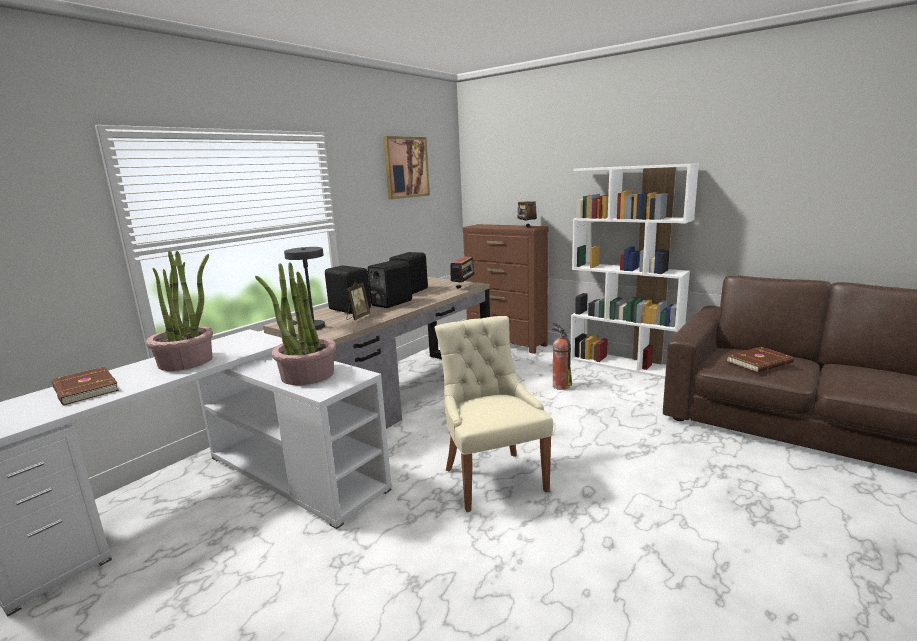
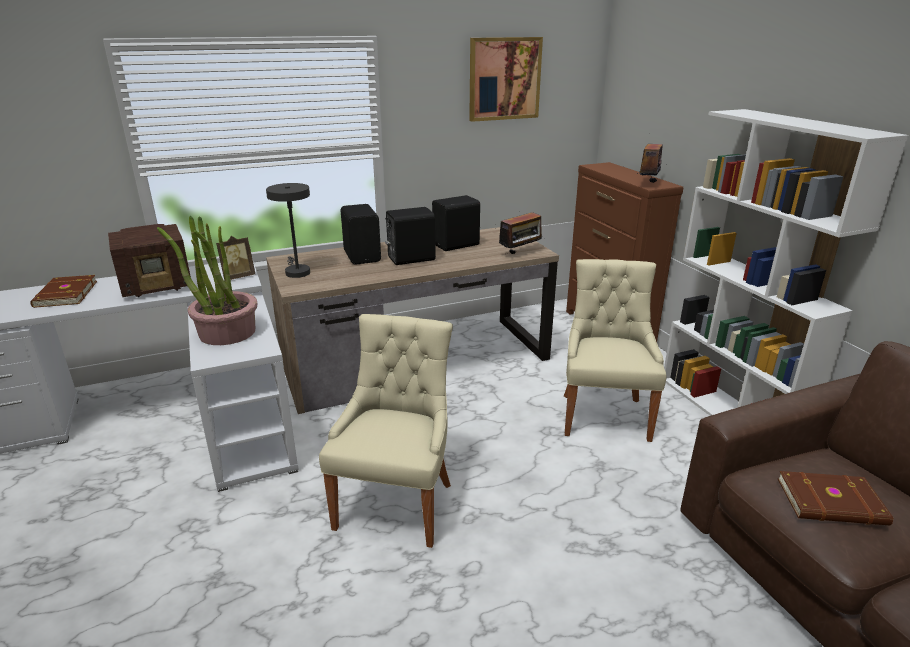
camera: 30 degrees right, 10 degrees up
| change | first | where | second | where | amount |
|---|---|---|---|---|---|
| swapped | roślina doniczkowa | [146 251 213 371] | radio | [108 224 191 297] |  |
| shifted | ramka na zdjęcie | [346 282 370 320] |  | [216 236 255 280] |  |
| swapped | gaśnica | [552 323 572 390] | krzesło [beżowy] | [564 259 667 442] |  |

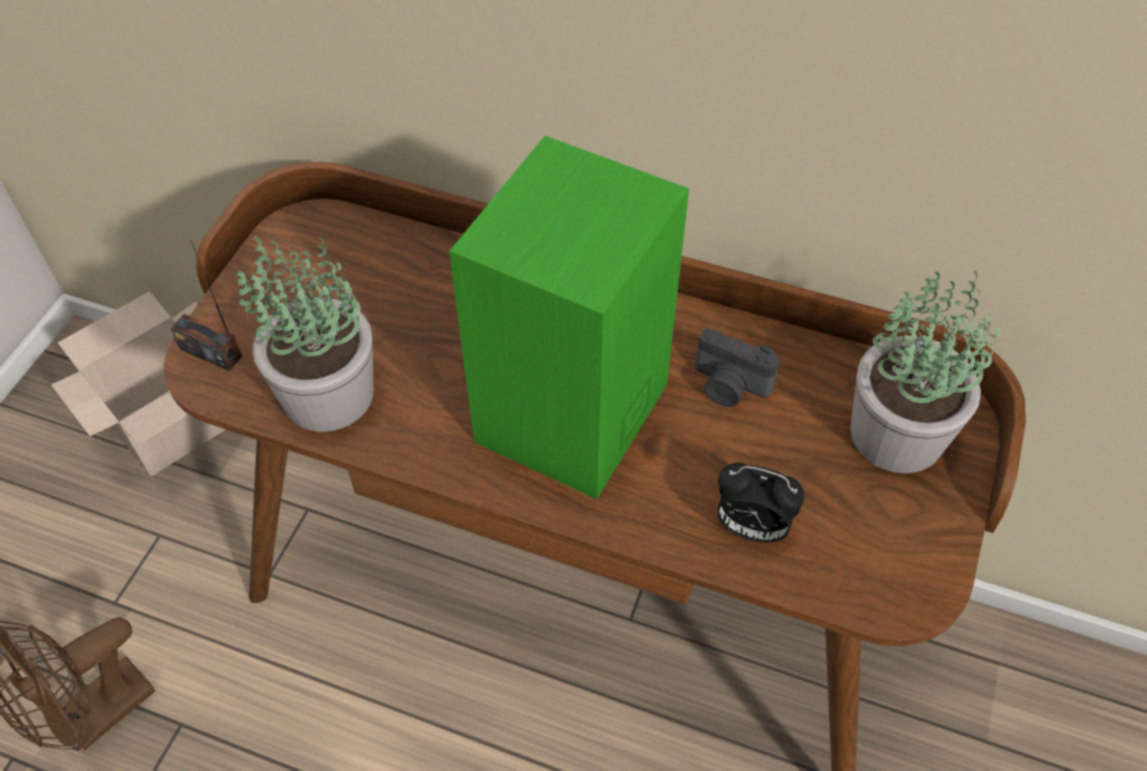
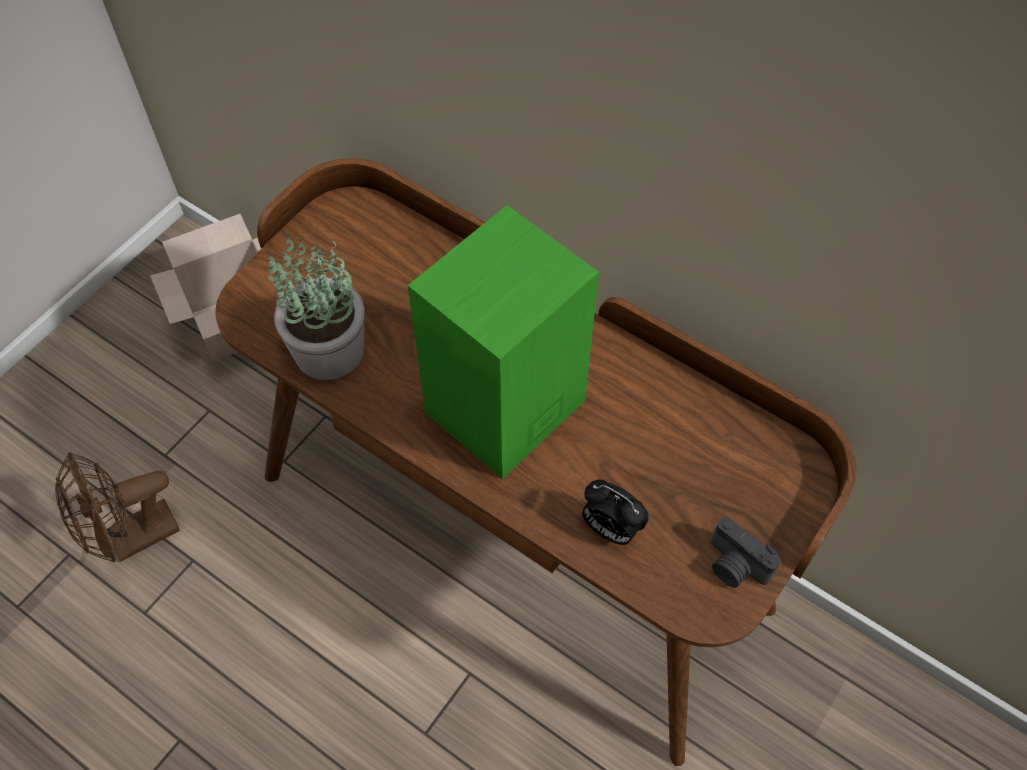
camera: 15 degrees right, 5 degrees up
| change | first | where | second | where | amount |
|---|---|---|---|---|---|
| gone | radio | [171 241 242 371] |  |  |  |
| shifted | aparat fotograficzny | [696 328 780 407] |  | [711 516 781 588] |  |
| gone | roślina doniczkowa | [850 271 1000 473] |  |  |  |

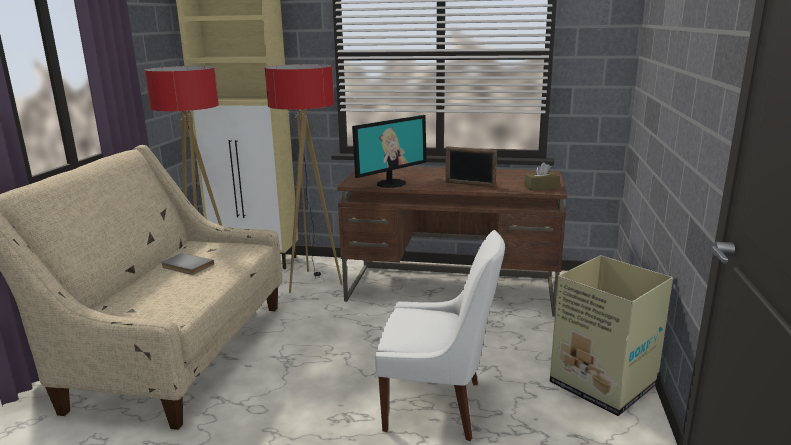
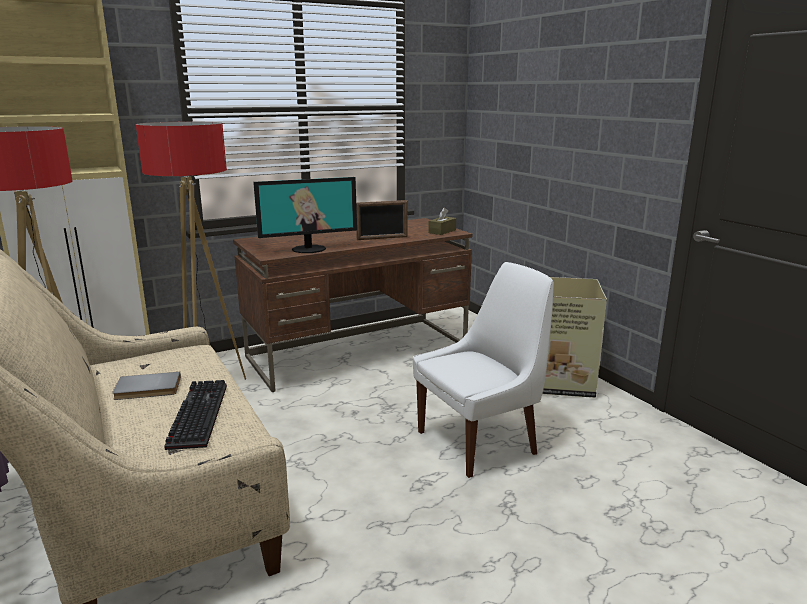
camera: 40 degrees left, 0 degrees up
| change | first | where | second | where | amount |
|---|---|---|---|---|---|
| rotated | monitor | [352 115 427 188] |  | [253 177 357 253] | 60 degrees clockwise |
| new |  |  | klawiatura | [164 380 227 450] |  |

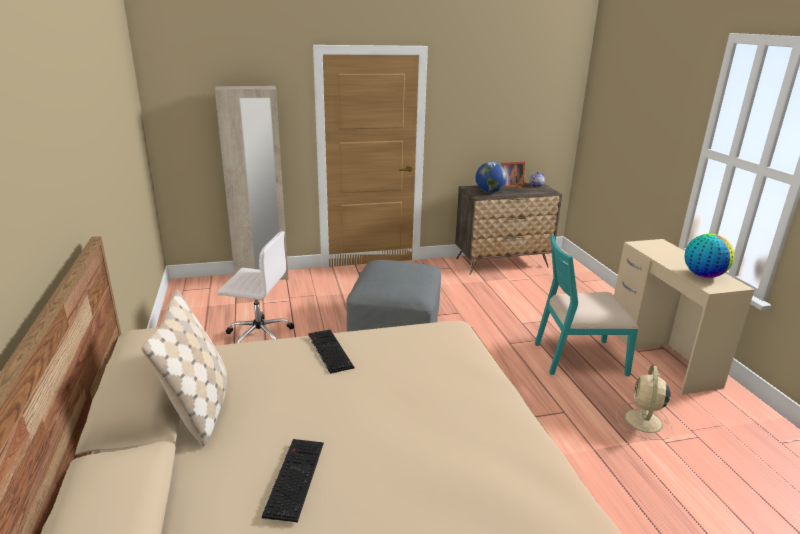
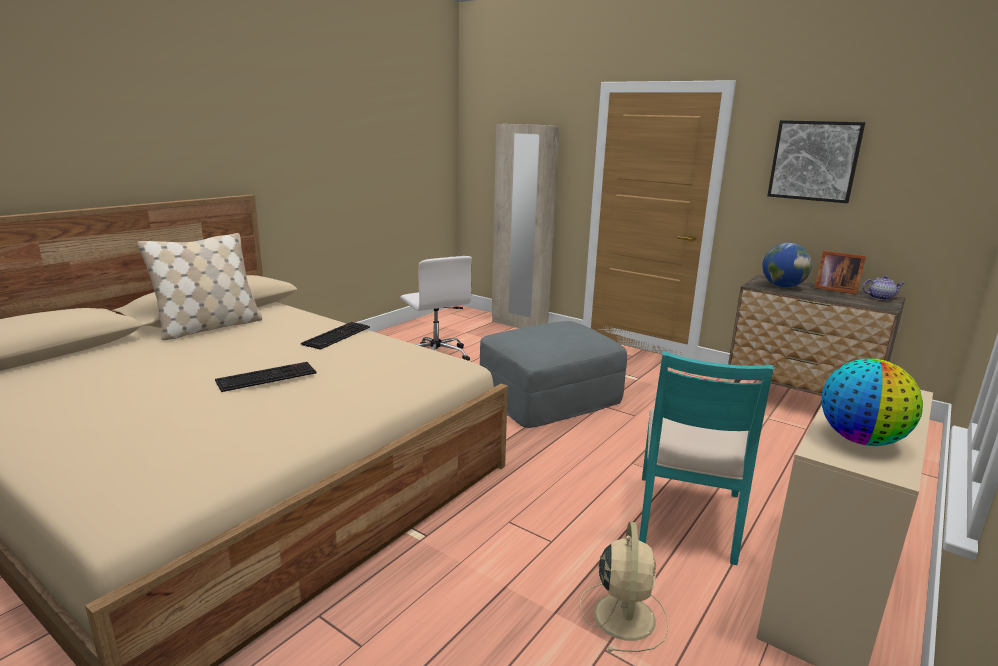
camera: 50 degrees right, 5 degrees down
| change | first | where | second | where | amount |
|---|---|---|---|---|---|
| shifted | klawiatura | [262 439 324 522] |  | [215 362 316 392] |  |
| rotated | krzesło [turkusowy] | [535 234 639 376] |  | [639 352 773 565] | 120 degrees counterclockwise |
| rotated | wentylator [beżowy] | [616 365 673 440] |  | [580 522 669 652] | 120 degrees clockwise |
| new |  |  | obraz | [767 120 865 203] |  |

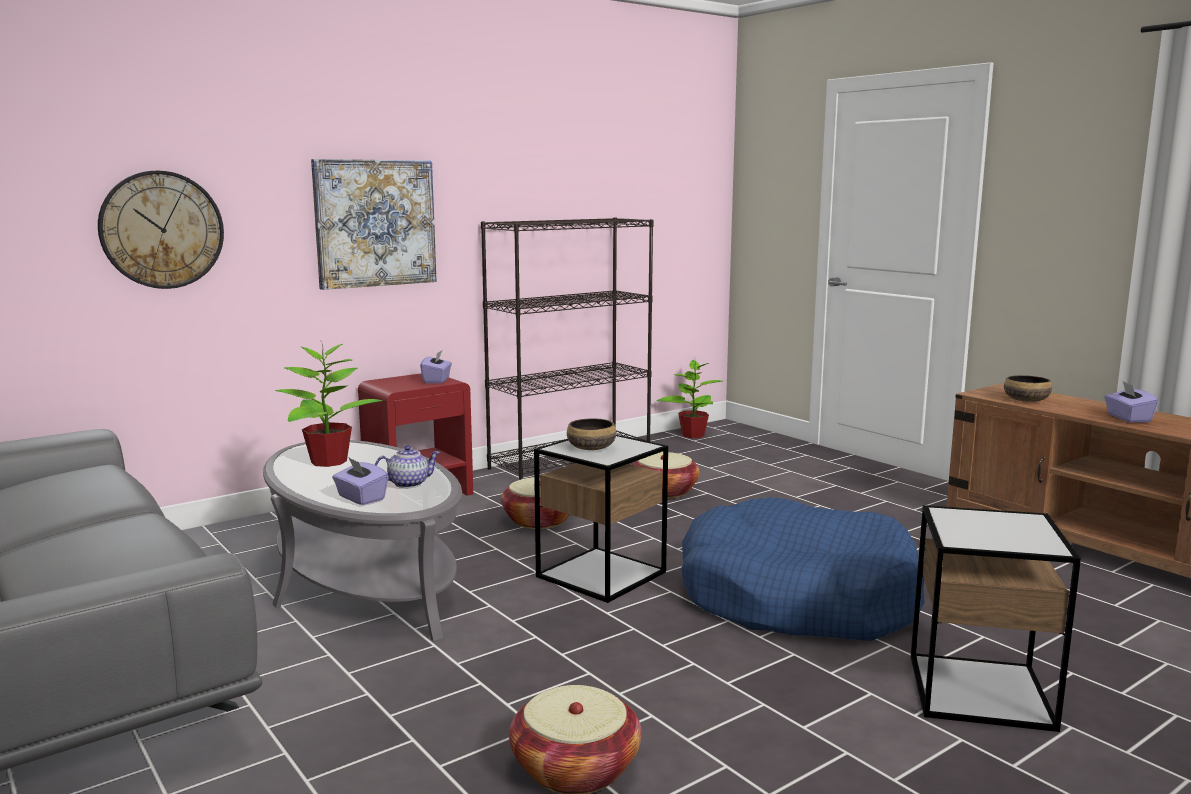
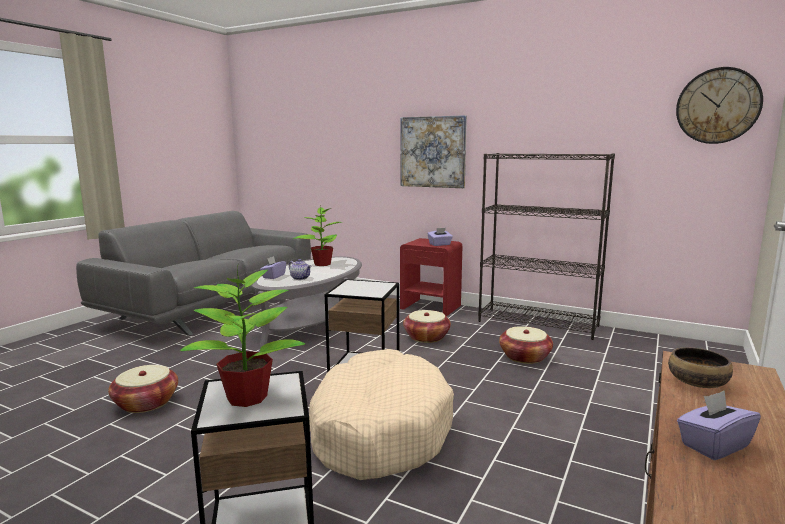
camera: 65 degrees right, 0 degrees up
| change | first | where | second | where | amount |
|---|---|---|---|---|---|
| shifted | zegar ścienny | [98 171 224 289] |  | [676 67 763 144] |  |
| gone | miska | [567 418 616 450] |  |  |  |
| shifted | roślina doniczkowa | [657 360 723 438] |  | [180 266 305 407] |  |
| repainted | legowisko [niebieski] | [681 497 924 641] | legowisko [beżowy] | [309 349 454 480] |  |

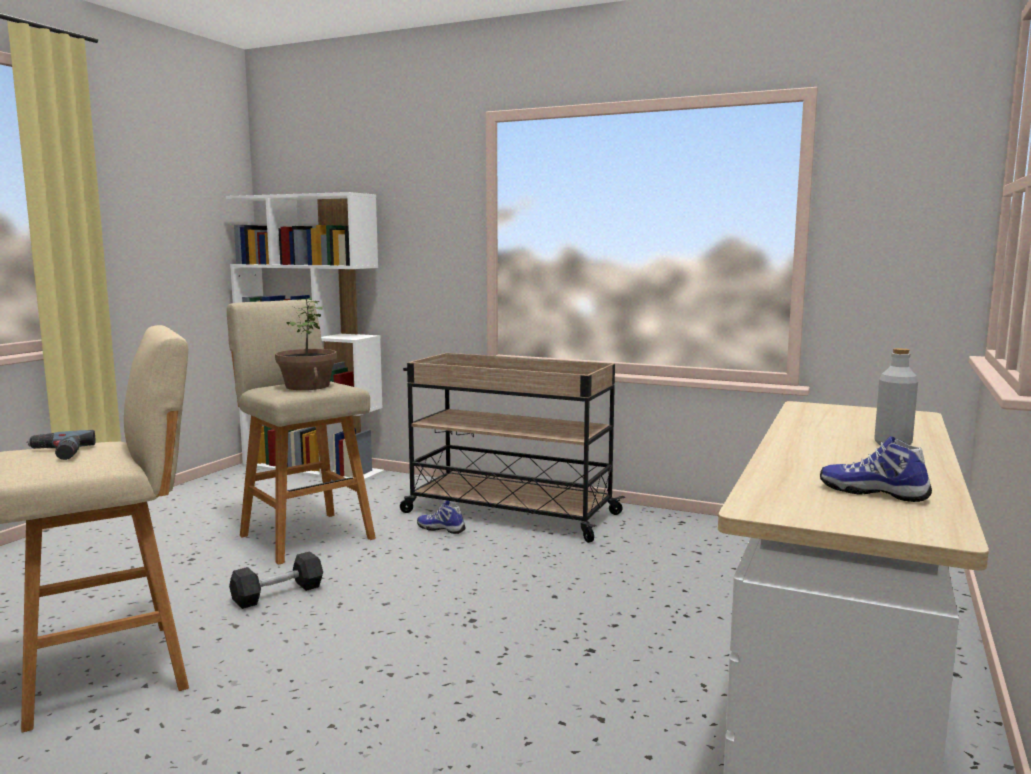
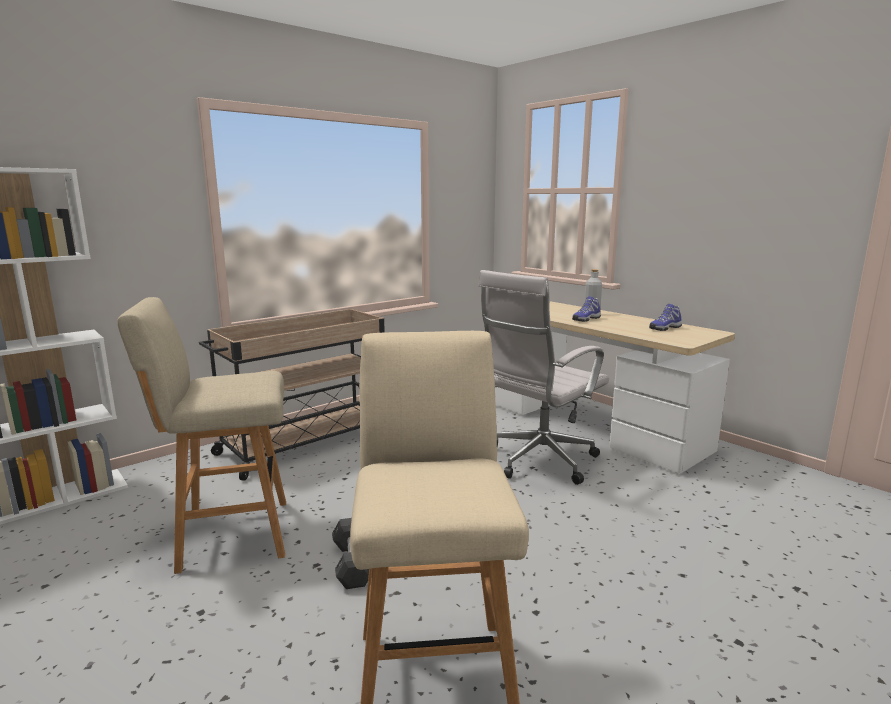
camera: 65 degrees left, 5 degrees up
| change | first | where | second | where | amount |
|---|---|---|---|---|---|
| gone | wiertarka | [26 430 95 460] |  |  |  |
| gone | roślina doniczkowa | [275 298 337 390] |  |  |  |
| shifted | but | [417 501 466 534] |  | [572 296 601 322] |  |
| new |  |  | krzesło biurowe [biały] | [479 270 609 485] |  |

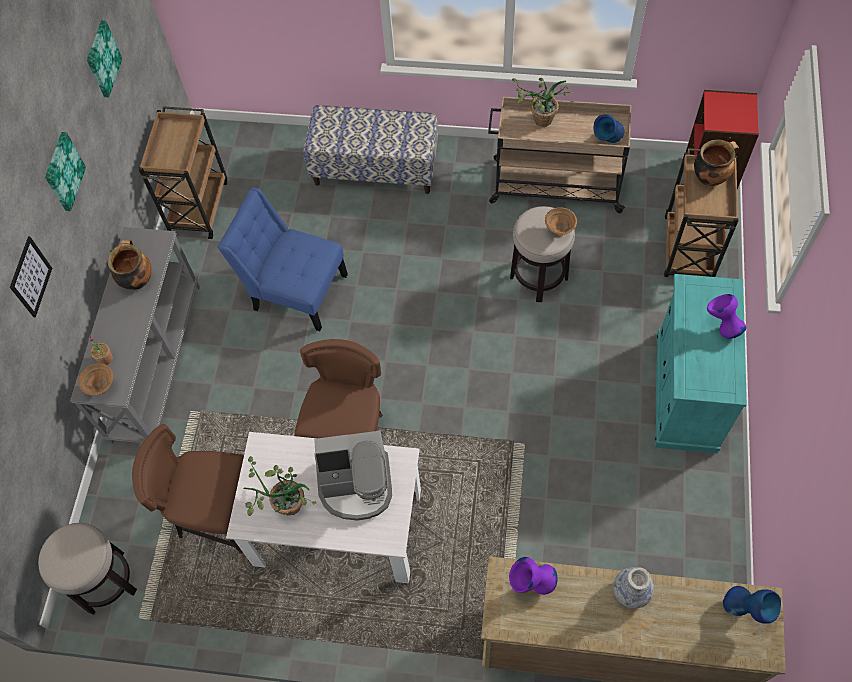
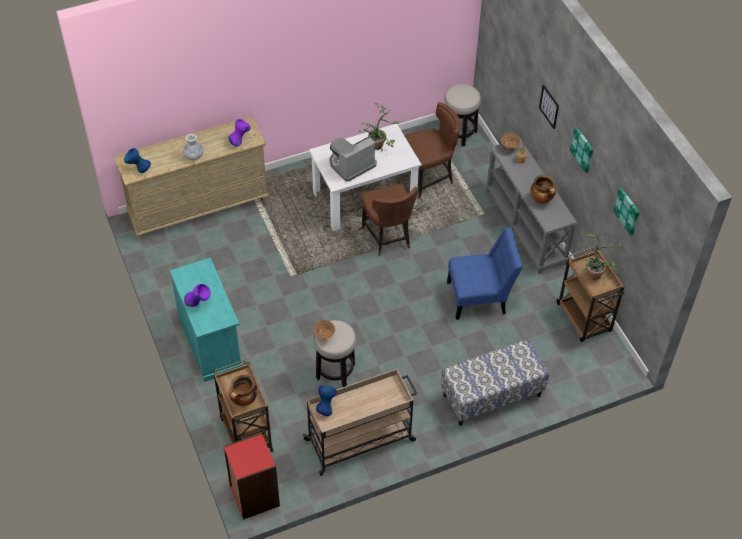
camera: 145 degrees right, 10 degrees down
| change | first | where | second | where | amount |
|---|---|---|---|---|---|
| shifted | roślina doniczkowa | [512 78 574 127] |  | [583 233 621 280] |  |

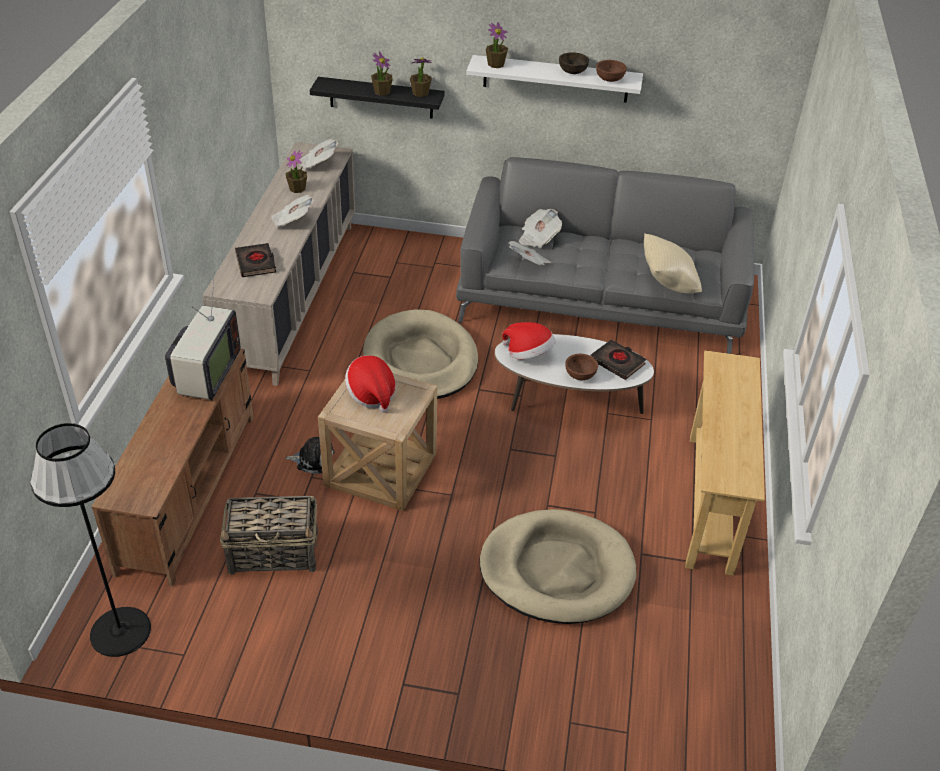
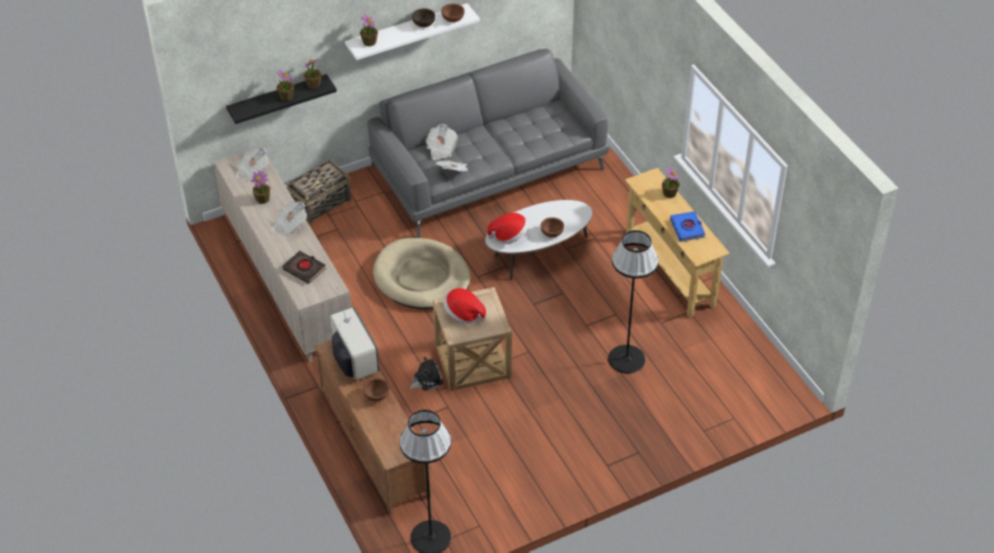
camera: 35 degrees left, 5 degrees up
| change | first | where | second | where | amount |
|---|---|---|---|---|---|
| shifted | koszyk | [220 496 318 575] |  | [287 159 351 224] |  |
| swapped | legowisko [beżowy] | [480 509 637 624] | lampa stojąca [czarny] | [608 230 659 374] |  |
| gone | książka [czarny] | [590 340 646 380] |  |  |  |
| gone | poduszka [beżowy] | [644 233 702 293] |  |  |  |
| new |  |  | miska [brązowy] | [363 378 389 402] |  |
| new |  |  | roślina doniczkowa | [662 166 680 198] |  |
| new |  |  | książka [niebieski] | [670 211 705 242] |  |

